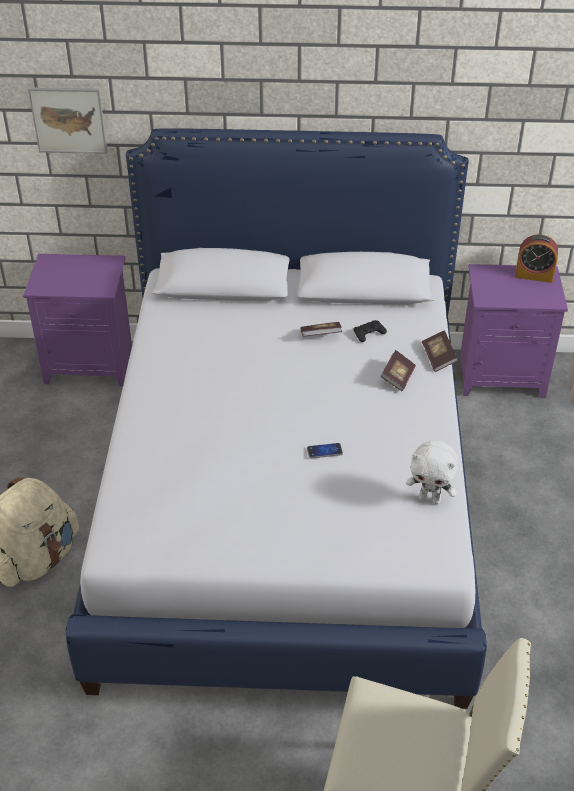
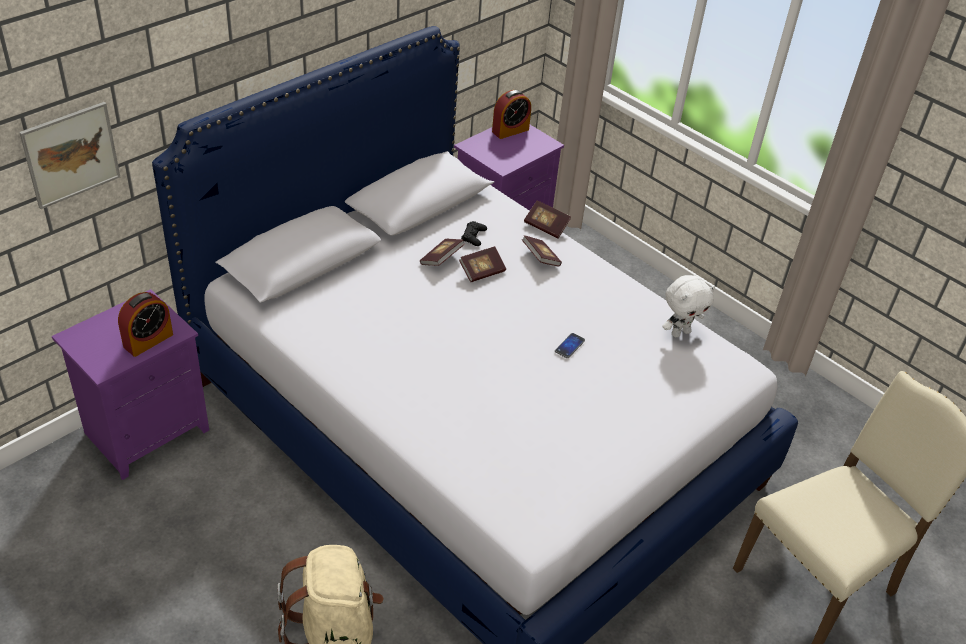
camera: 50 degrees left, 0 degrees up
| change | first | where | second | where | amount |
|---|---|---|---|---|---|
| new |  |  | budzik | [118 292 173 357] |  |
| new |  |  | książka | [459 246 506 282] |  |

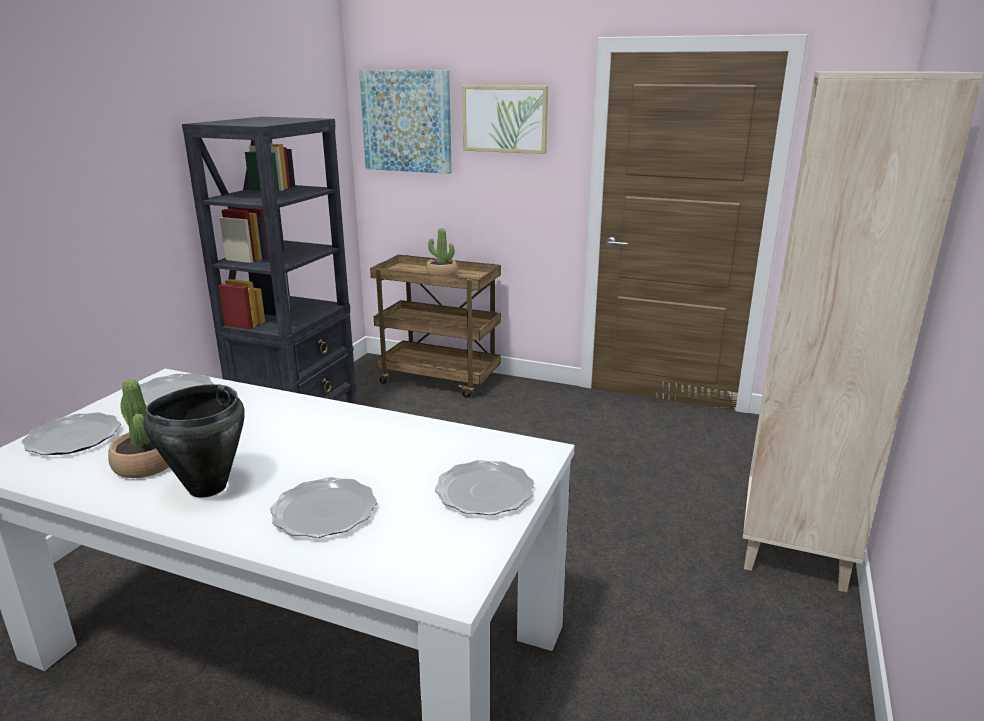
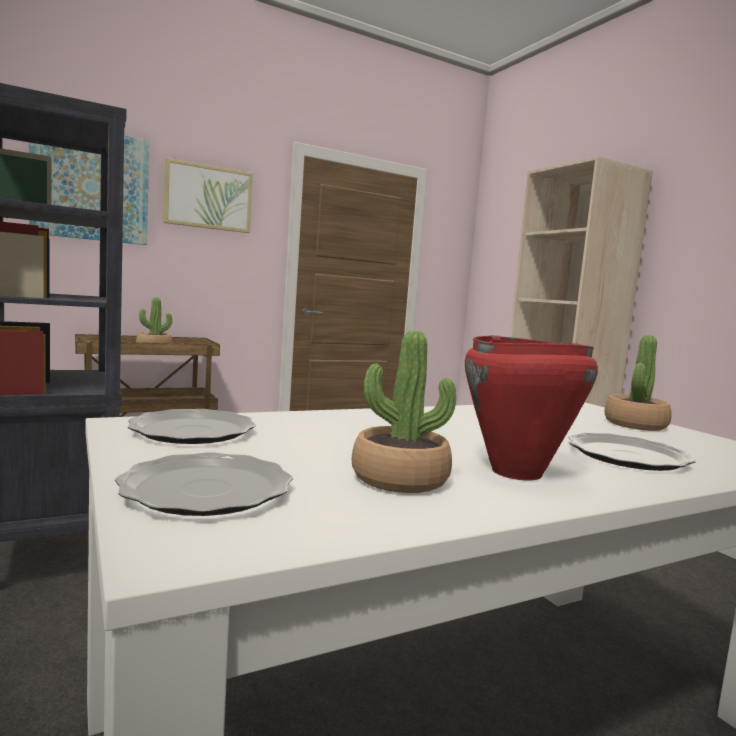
camera: 50 degrees left, 15 degrees down
| change | first | where | second | where | amount |
|---|---|---|---|---|---|
| repainted | garnek [czarny] | [143 384 245 498] | garnek [czerwony] | [465 335 598 481] |  |
| swapped | talerz | [435 460 534 515] | roślina doniczkowa | [605 335 672 431] |  |

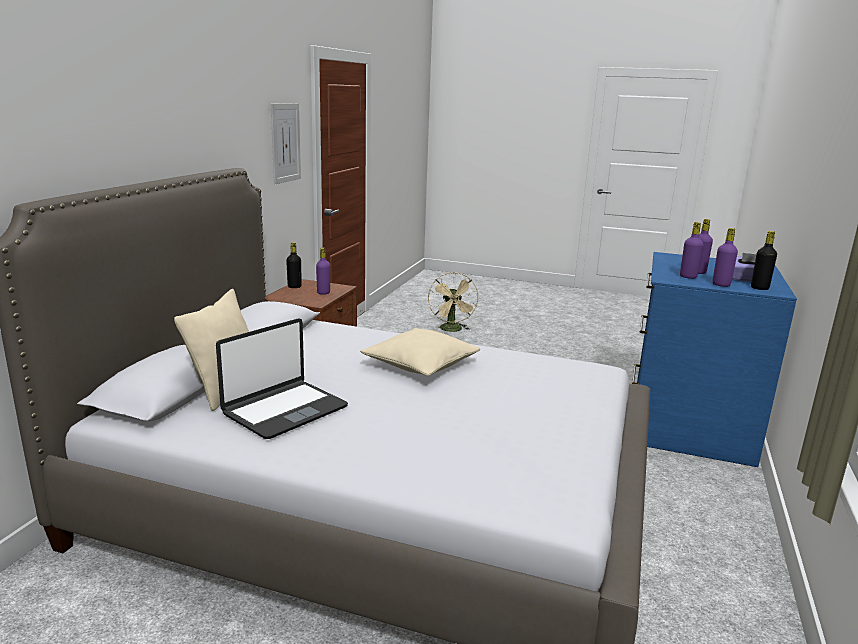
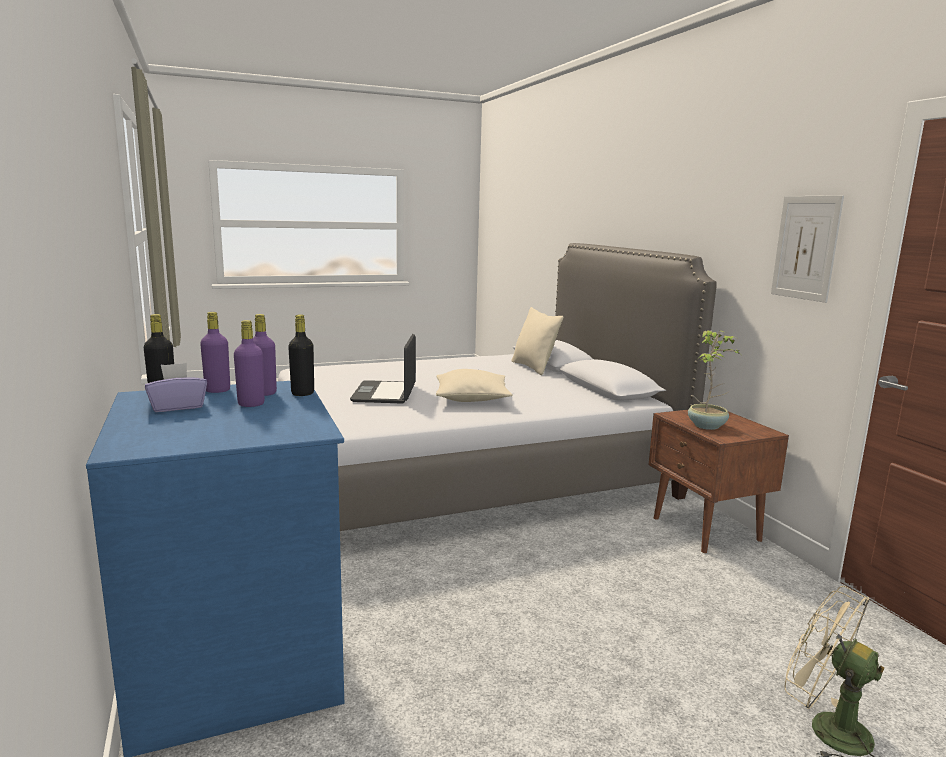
camera: 140 degrees right, 5 degrees down
| change | first | where | second | where | amount |
|---|---|---|---|---|---|
| shifted | laptop | [216 318 348 439] |  | [350 334 416 404] |  |
| shifted | butelka [czarny] | [286 242 302 288] |  | [288 314 314 396] |  |
| swapped | butelka [fioletowy] | [316 248 330 295] | roślina doniczkowa | [688 330 740 430] |  |

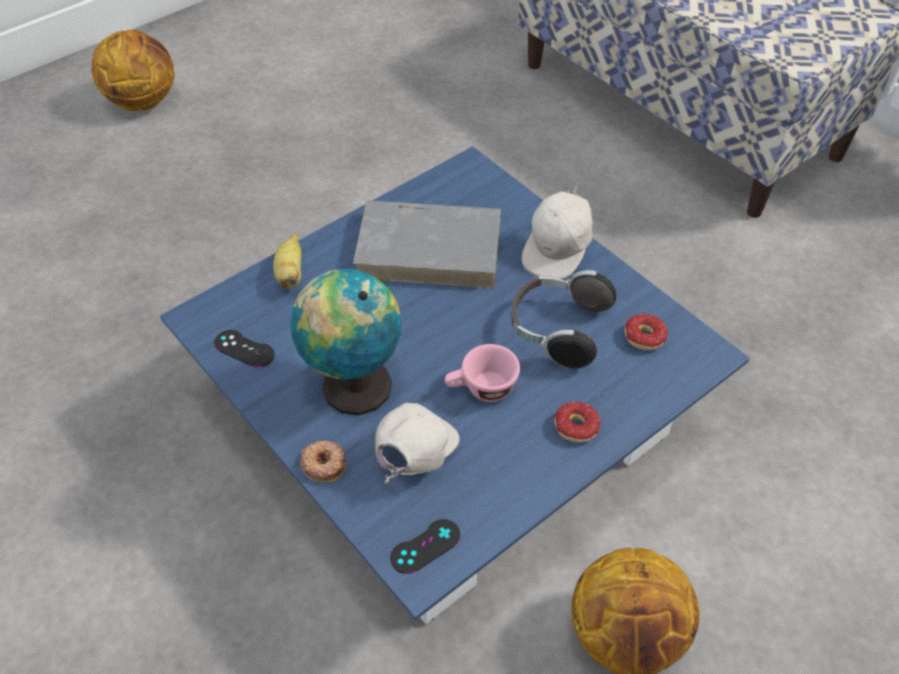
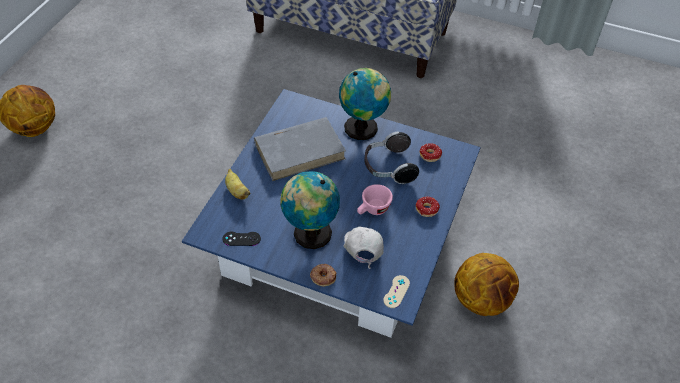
camera: 30 degrees left, 0 degrees up
| change | first | where | second | where | amount |
|---|---|---|---|---|---|
| repainted | pad do gier [czarny] | [390 519 461 574] | pad do gier [beżowy] | [383 275 410 308] |  |
| swapped | czapka z daszkiem [biały] | [522 181 593 279] | globus | [339 68 391 140] |  |

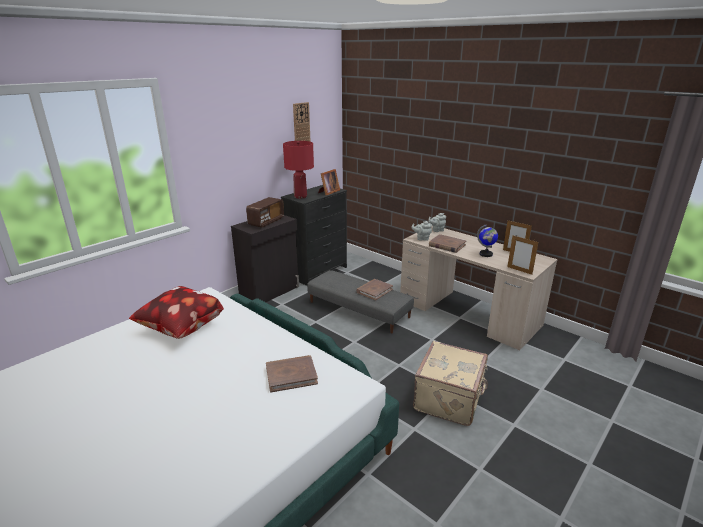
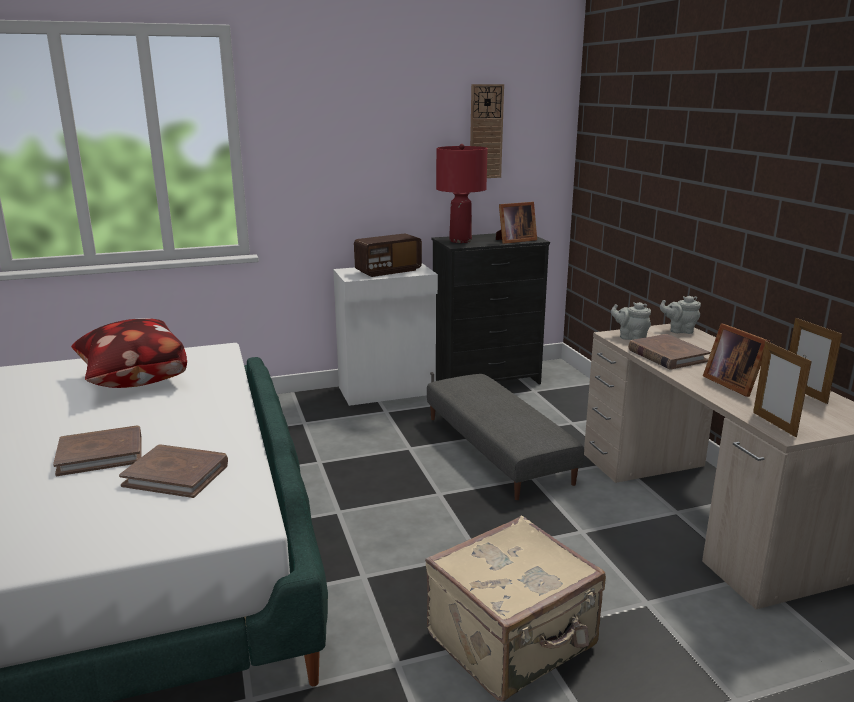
camera: 30 degrees right, 5 degrees down
| change | first | where | second | where | amount |
|---|---|---|---|---|---|
| repainted | szafka [czarny] | [231 215 299 302] | szafka [biały] | [333 263 438 406] |  |
| shifted | książka [brązowy] | [356 279 393 301] |  | [53 425 142 476] |  |
| swapped | globus | [477 225 498 257] | ramka na zdjęcie | [703 323 770 397] |  |

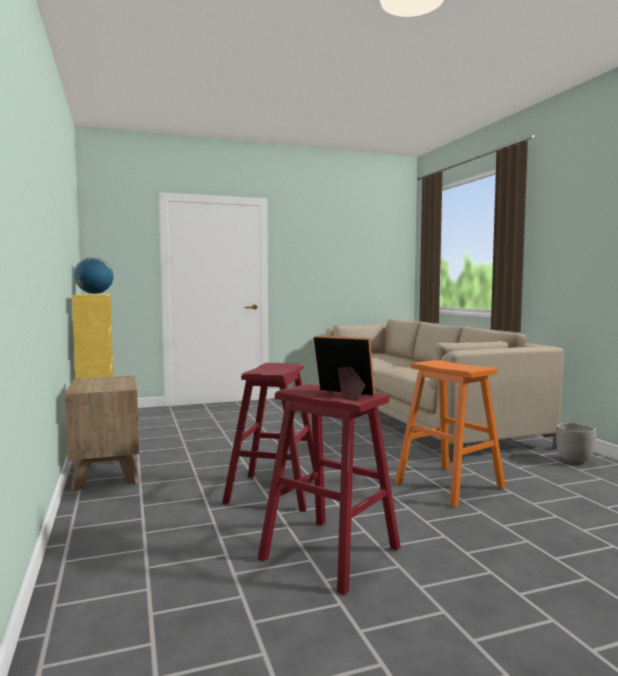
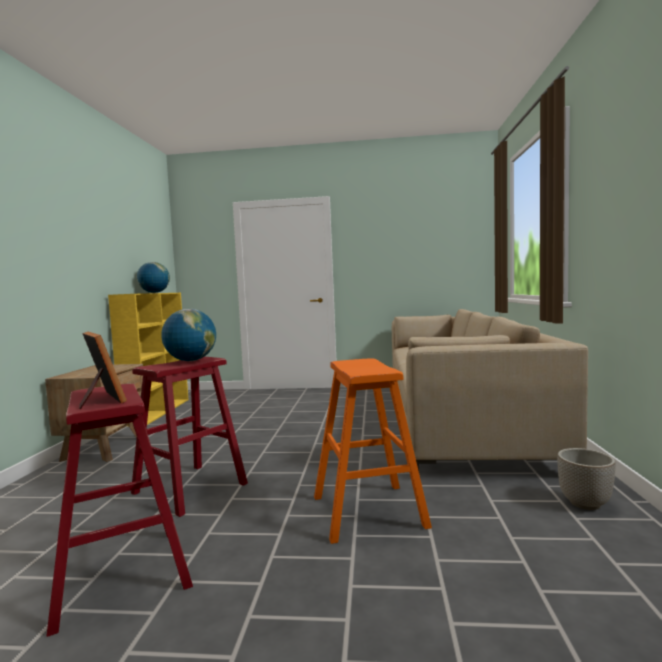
camera: 25 degrees right, 0 degrees up
| change | first | where | second | where | amount |
|---|---|---|---|---|---|
| new |  |  | globus | [161 309 216 361] |  |

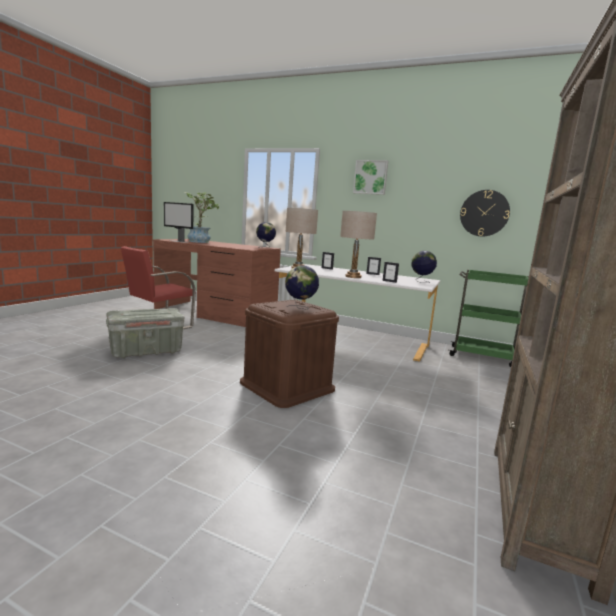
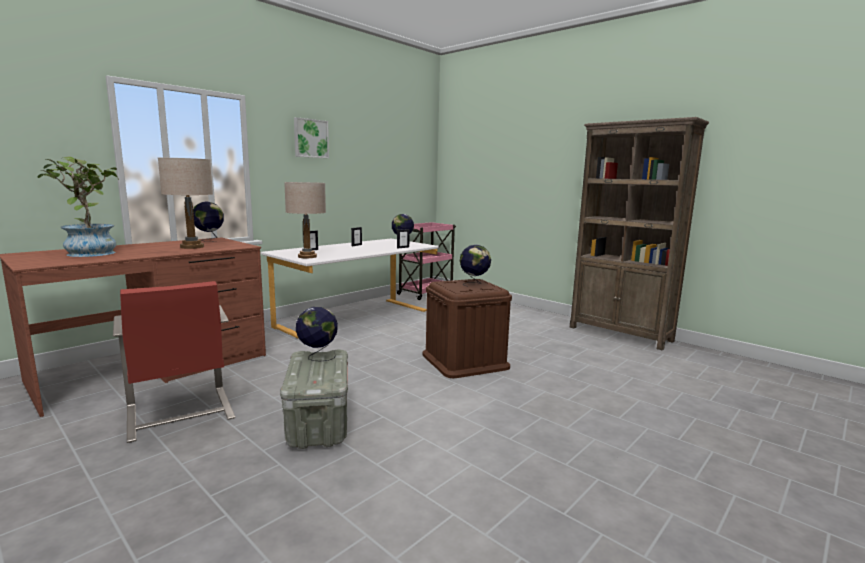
camera: 70 degrees left, 0 degrees up
| change | first | where | second | where | amount |
|---|---|---|---|---|---|
| gone | monitor | [164 202 194 243] |  |  |  |
| shifted | lampa stołowa [beżowy] | [340 211 377 278] |  | [158 158 213 249] |  |
| repainted | wózek [zielony] | [449 269 529 367] | wózek [różowy] | [396 222 456 300] |  |
| gone | zegar ścienny | [460 190 510 237] |  |  |  |
| new |  |  | globus | [296 307 338 361] |  |

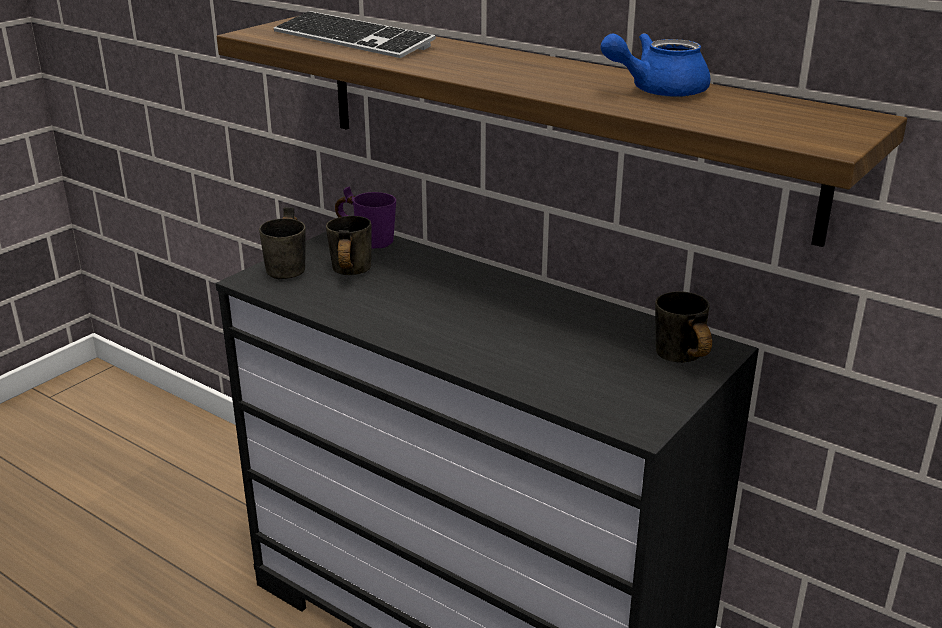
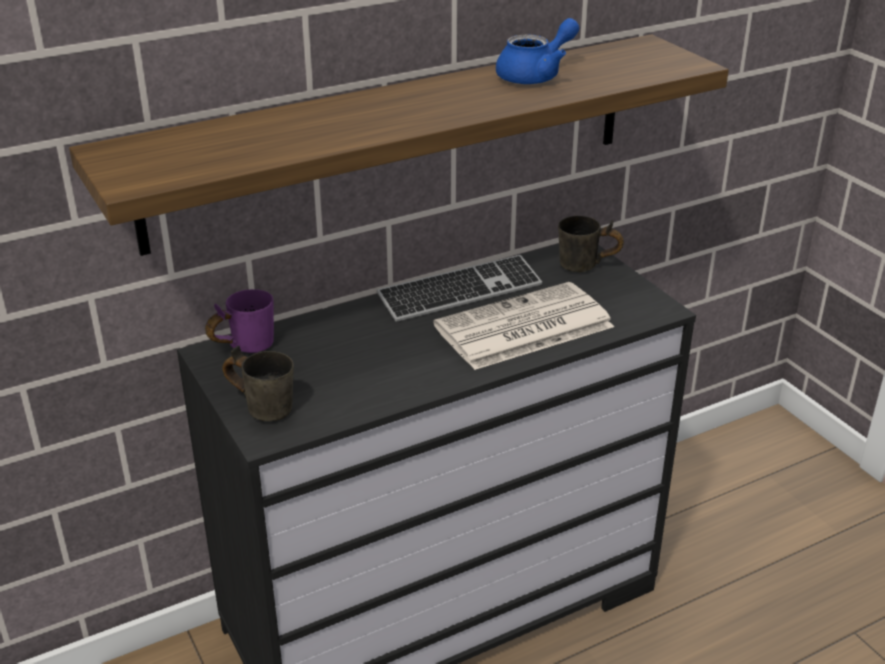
camera: 65 degrees left, 5 degrees up
| change | first | where | second | where | amount |
|---|---|---|---|---|---|
| shifted | klawiatura | [274 11 436 58] |  | [377 255 542 322] |  |
| gone | kubek [szary] | [326 216 371 275] |  |  |  |
| rotated | imbryk [niebieski] | [600 33 710 97] |  | [496 18 579 84] | 135 degrees counterclockwise |
| new |  |  | gazeta | [433 282 614 370] |  |

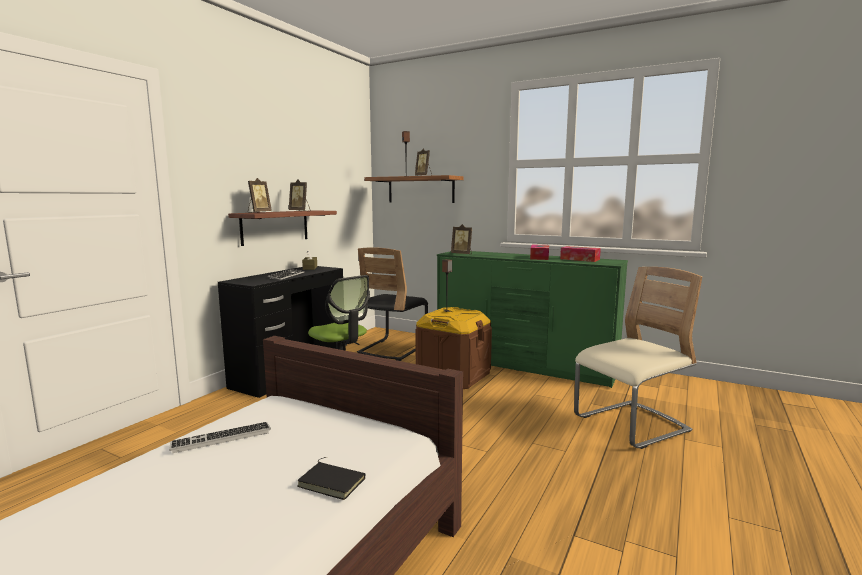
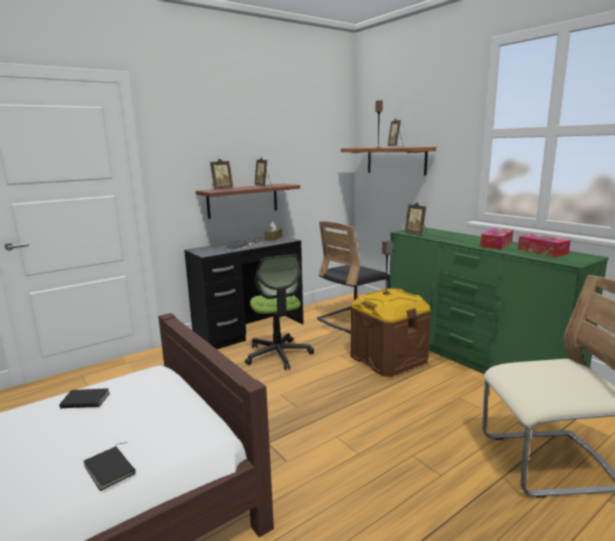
camera: 25 degrees right, 5 degrees up
| change | first | where | second | where | amount |
|---|---|---|---|---|---|
| swapped | klawiatura | [169 422 271 453] | książka [czarny] | [59 388 110 409] |  |

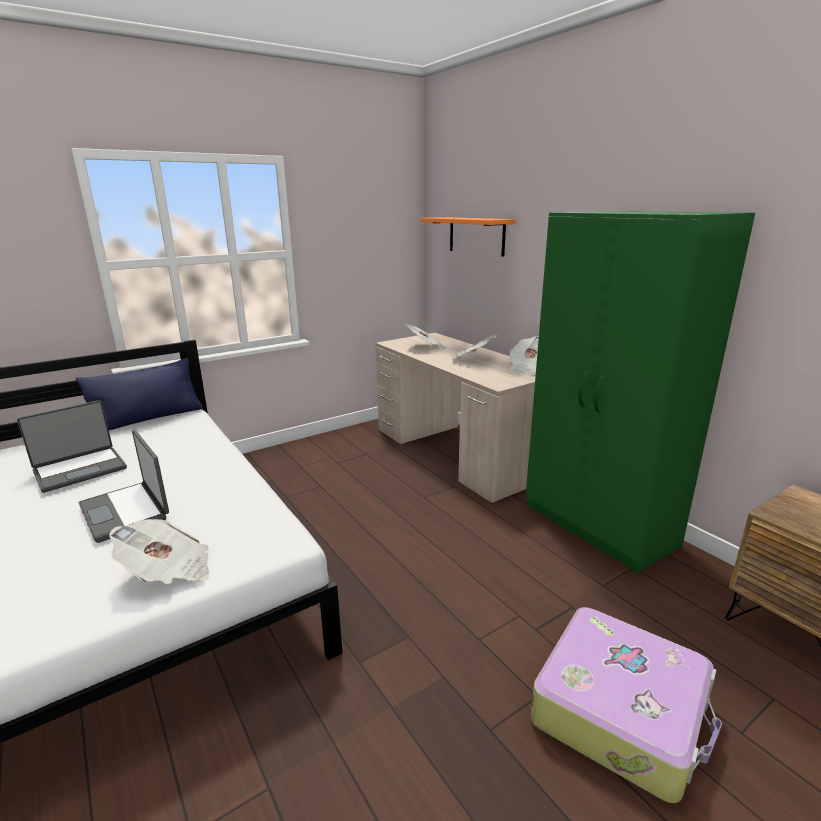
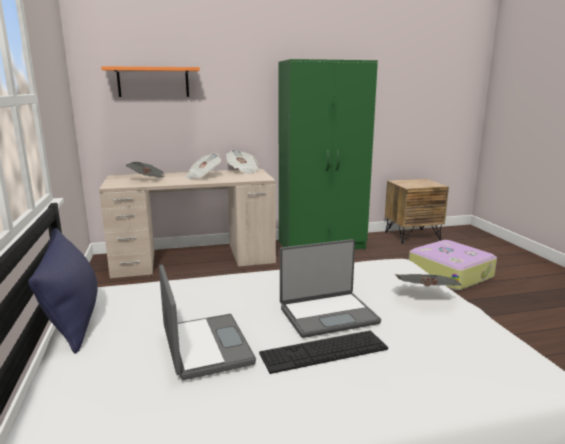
camera: 70 degrees left, 5 degrees down
| change | first | where | second | where | amount |
|---|---|---|---|---|---|
| new |  |  | klawiatura | [259 331 388 374] |  |

